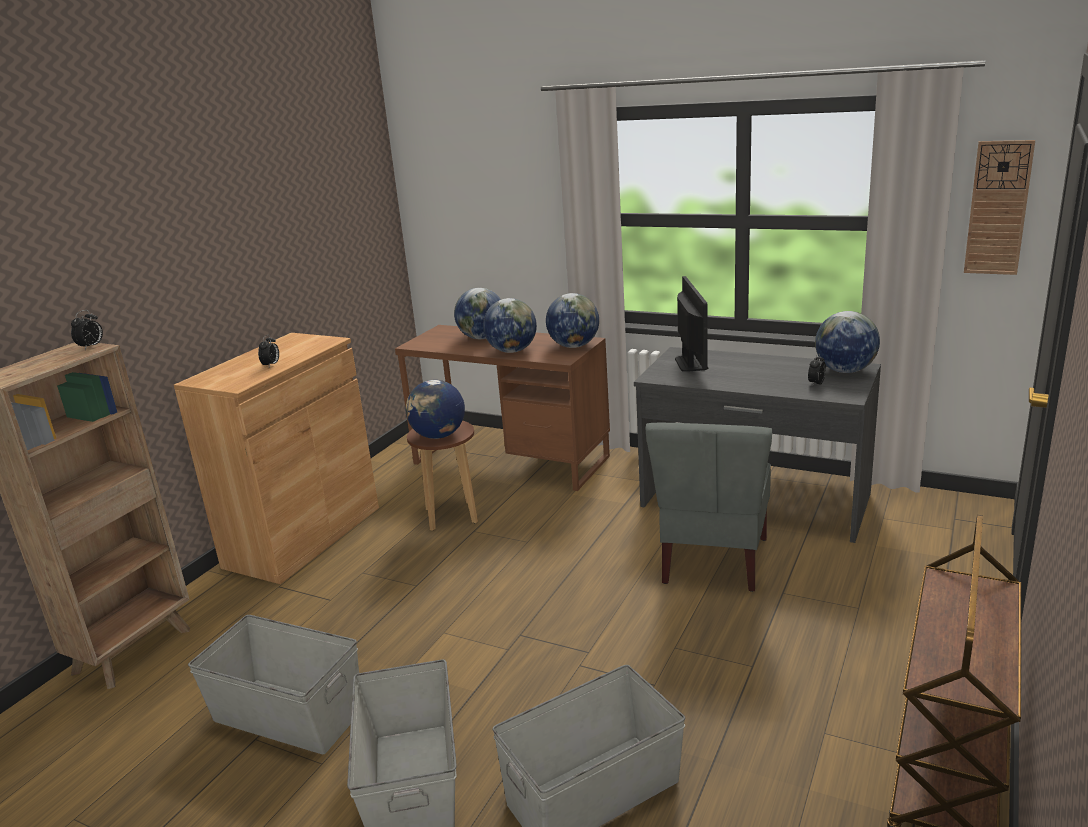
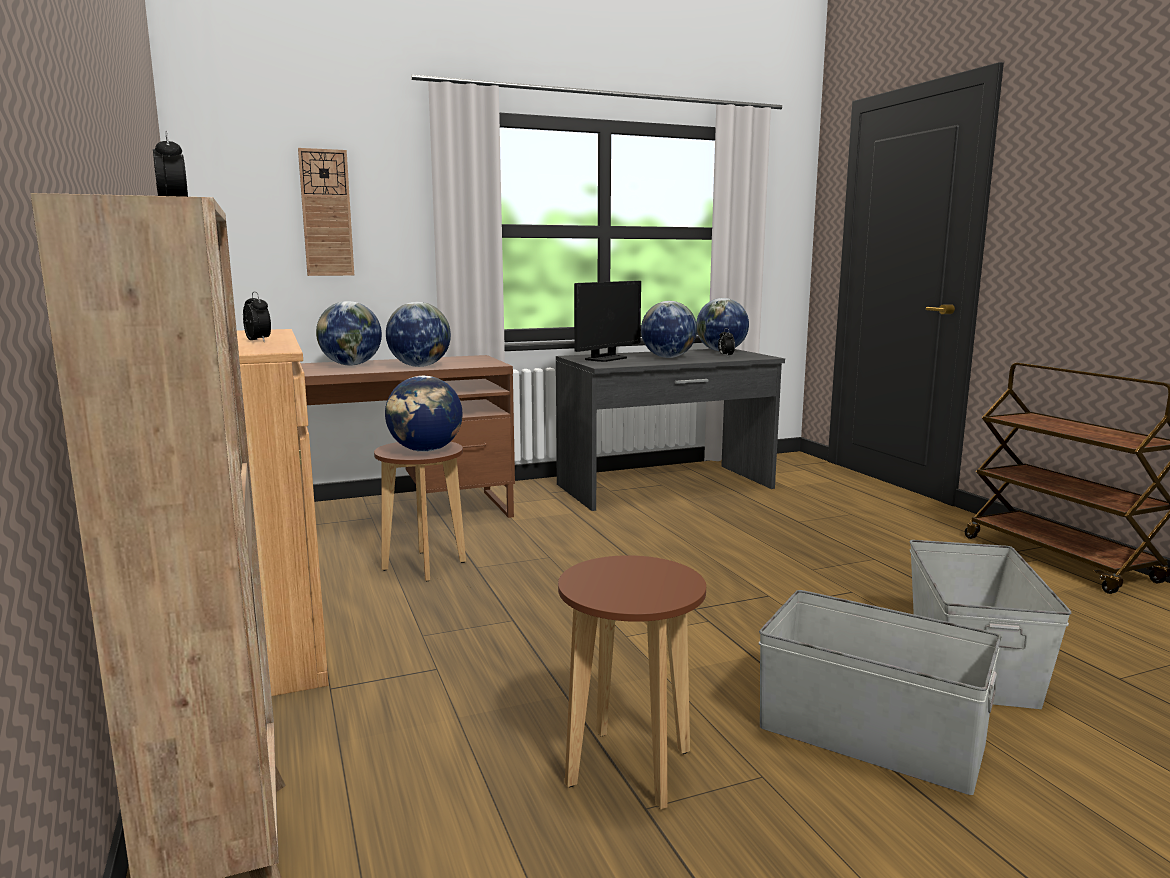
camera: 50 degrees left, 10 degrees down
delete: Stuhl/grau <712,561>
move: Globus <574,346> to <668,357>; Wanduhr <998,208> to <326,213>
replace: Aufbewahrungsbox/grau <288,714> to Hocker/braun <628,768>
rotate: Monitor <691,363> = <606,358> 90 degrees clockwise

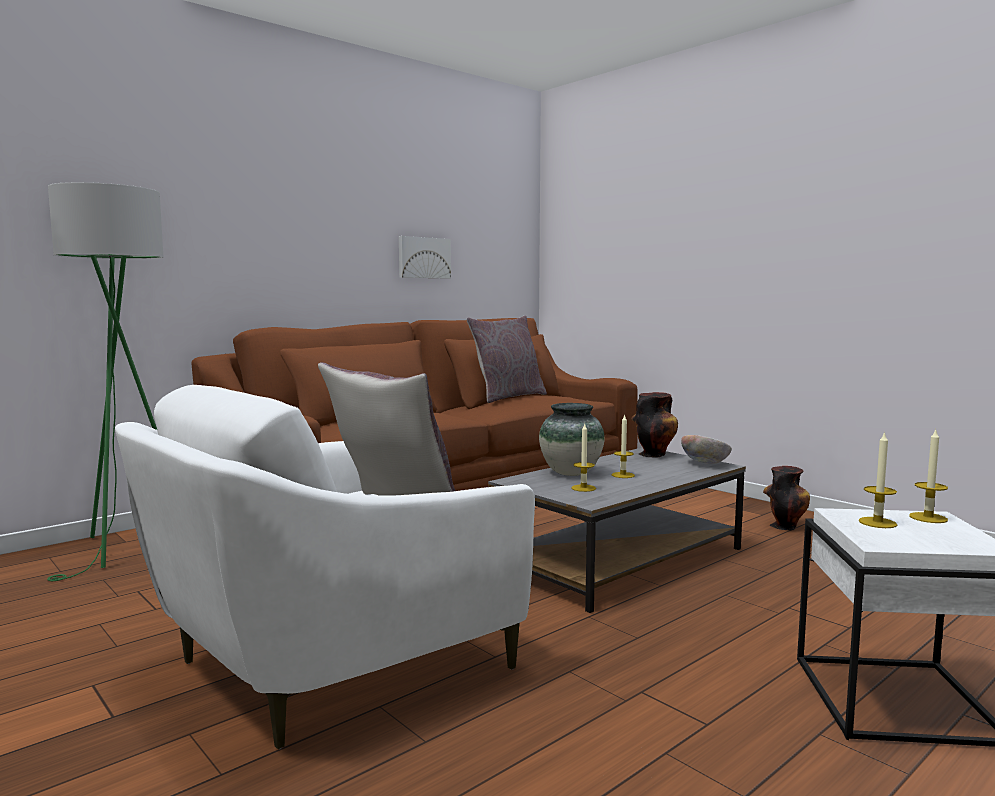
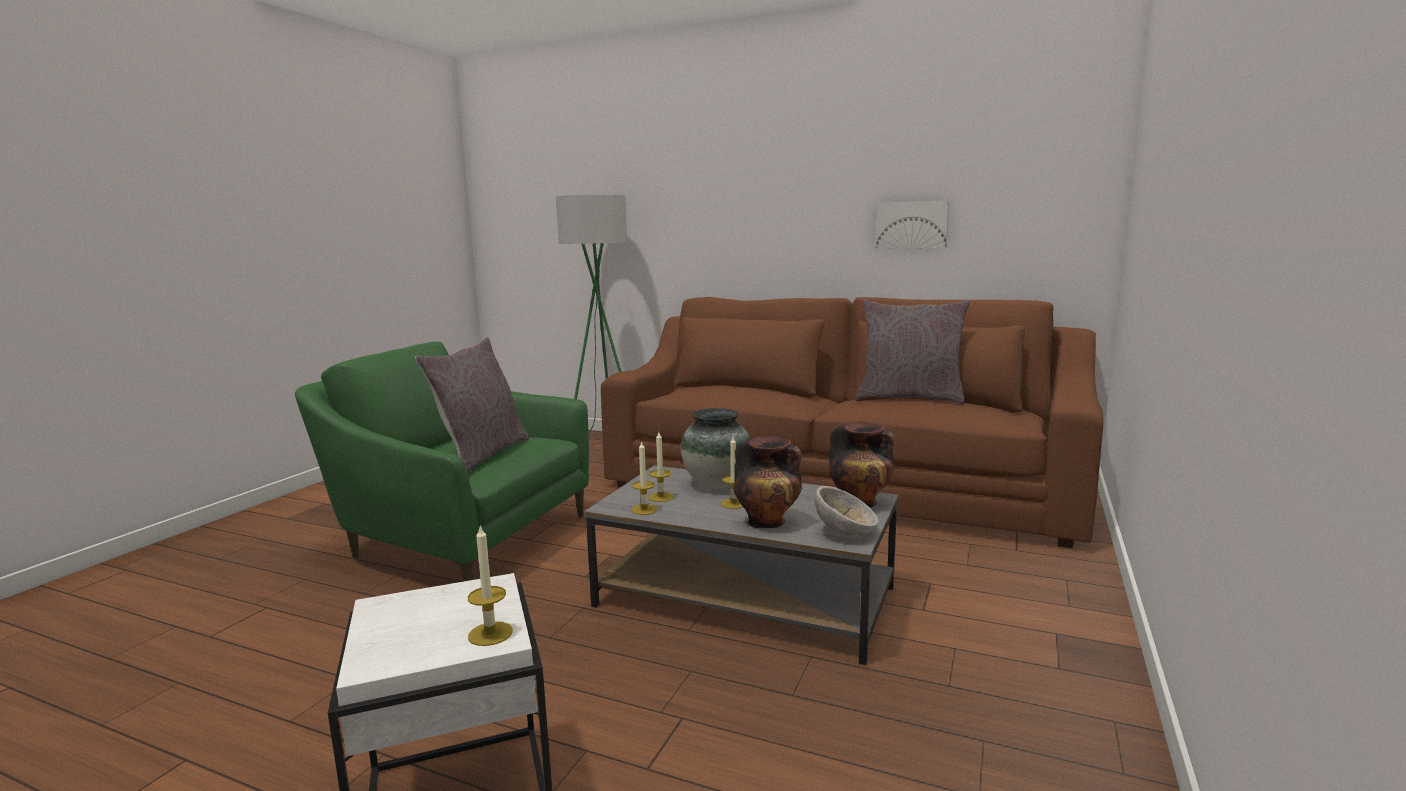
camera: 65 degrees right, 5 degrees up
move: Vase <784,526> to <768,522>; Kerze <877,522> to <644,509>
recolor: Sessel/weiß <327,663> to Sessel/grün <459,540>

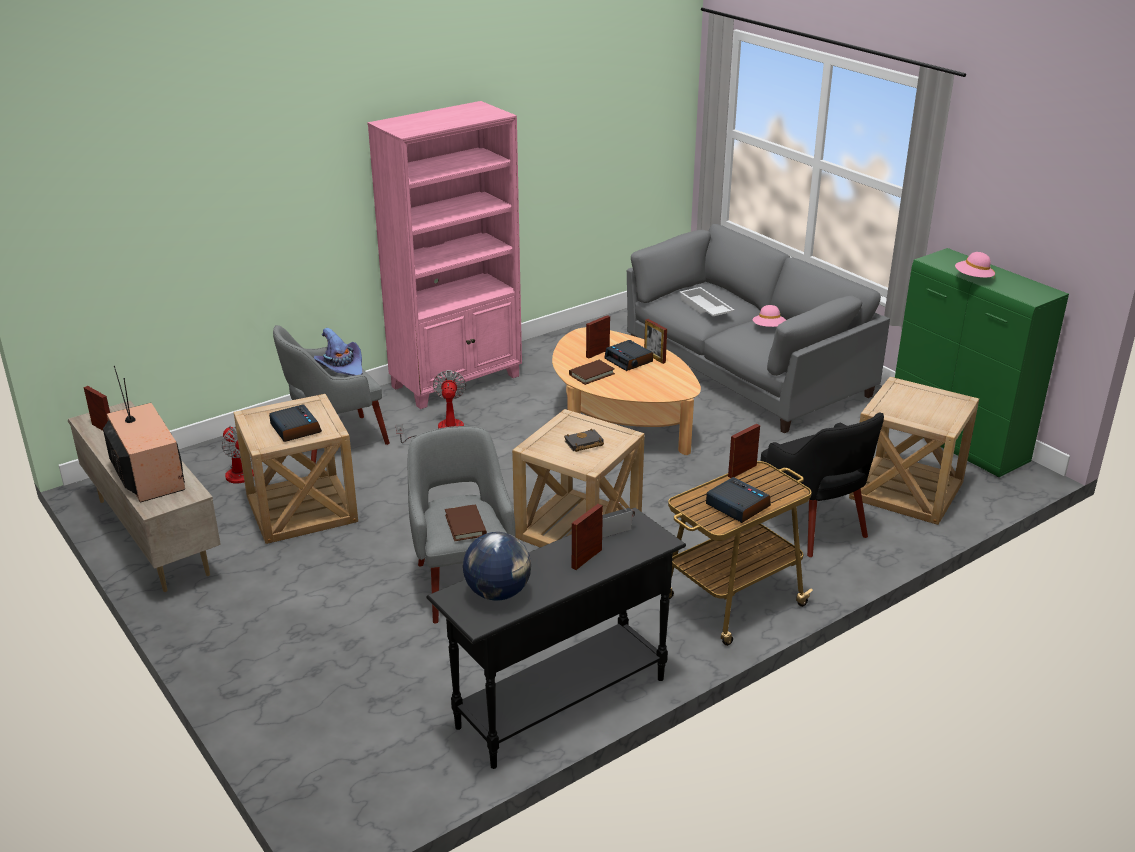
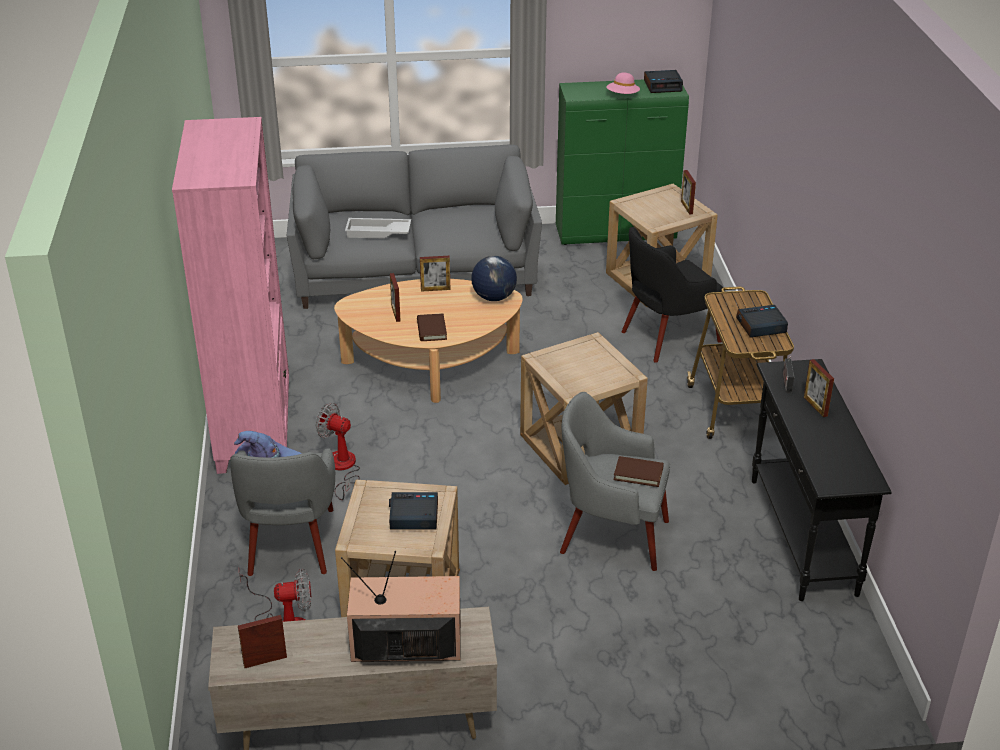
camera: 60 degrees left, 5 degrees up
delete: Buch/schwarz <583,444>; Hut/rosa <769,328>
move: Globus <498,593> to <493,297>; Wecker <629,360> to <663,86>; Bilderrahmen <742,471> to <686,207>
rotate: Sessel/schwarz <812,525> = <667,337> 150 degrees clockwise

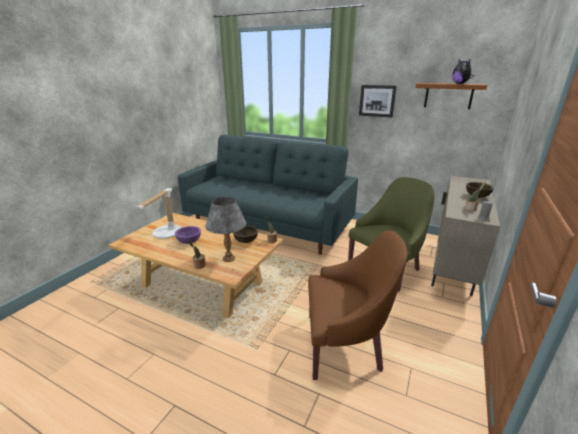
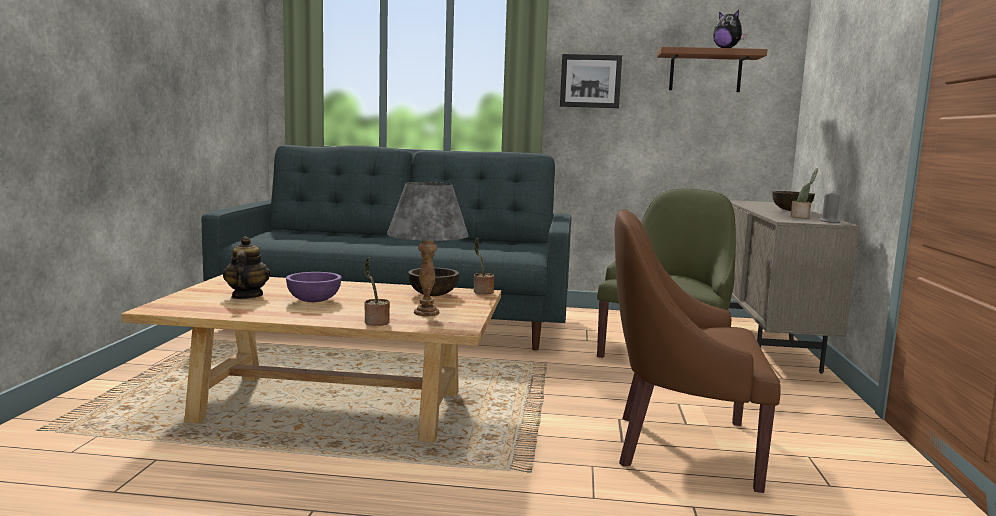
camera: 20 degrees left, 15 degrees down
replace: Tischlampe <165,234> to Teekanne <246,296>
rotate: Sessel/braun <344,344> = <682,446> 150 degrees counterclockwise

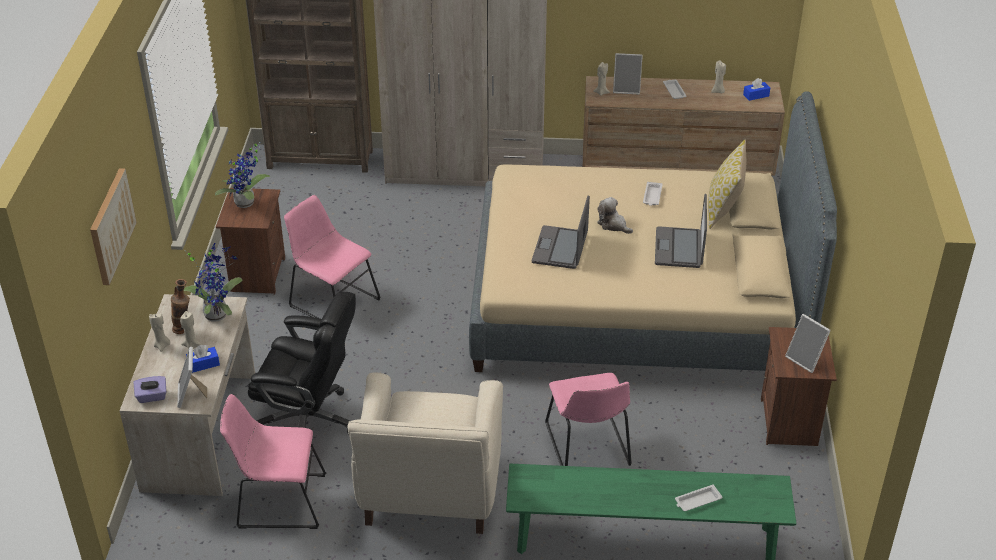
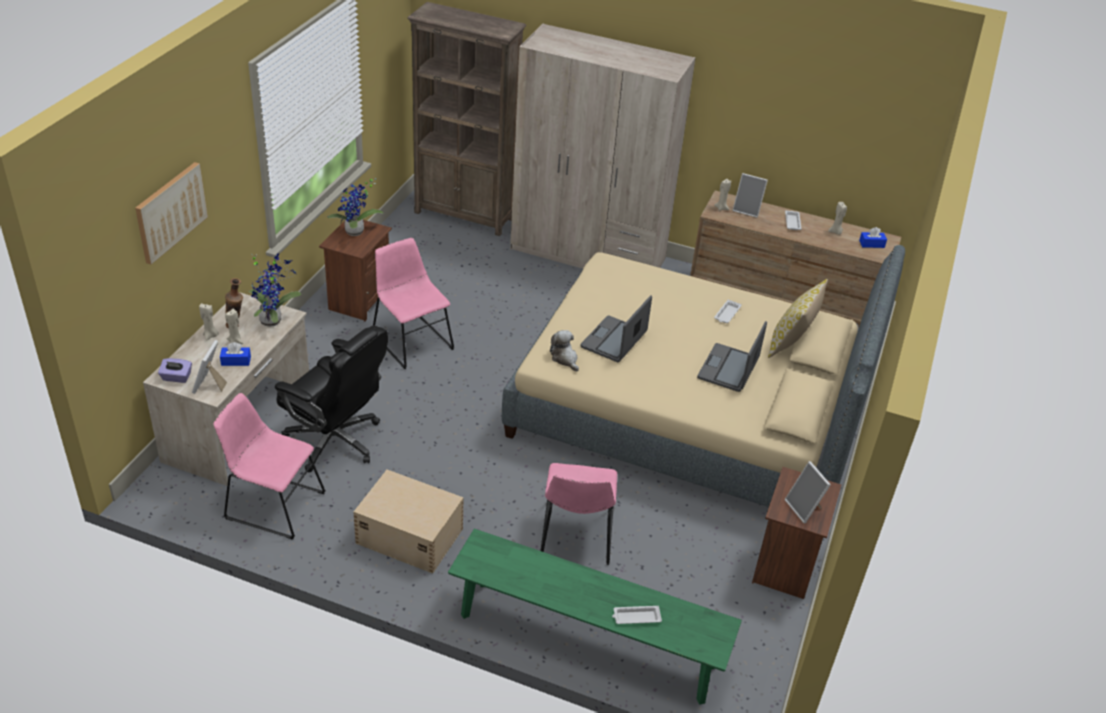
camera: 15 degrees right, 0 degrees up
move: Plüschtier <613,225> to <565,358>
replace: Sessel/beige <429,492> to Aufbewahrungsbox/beige <409,535>

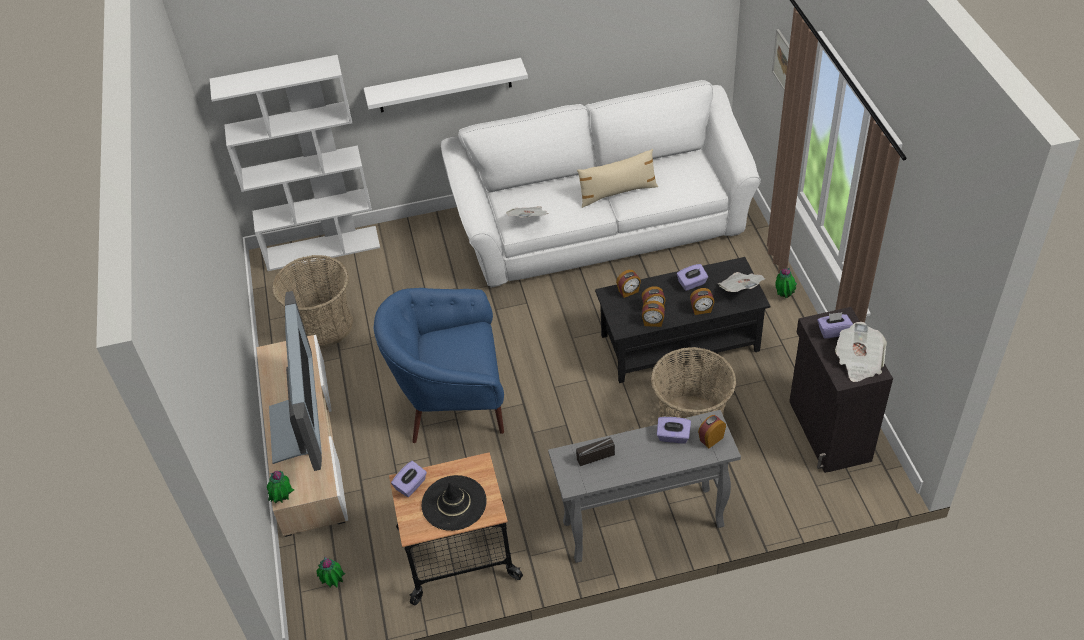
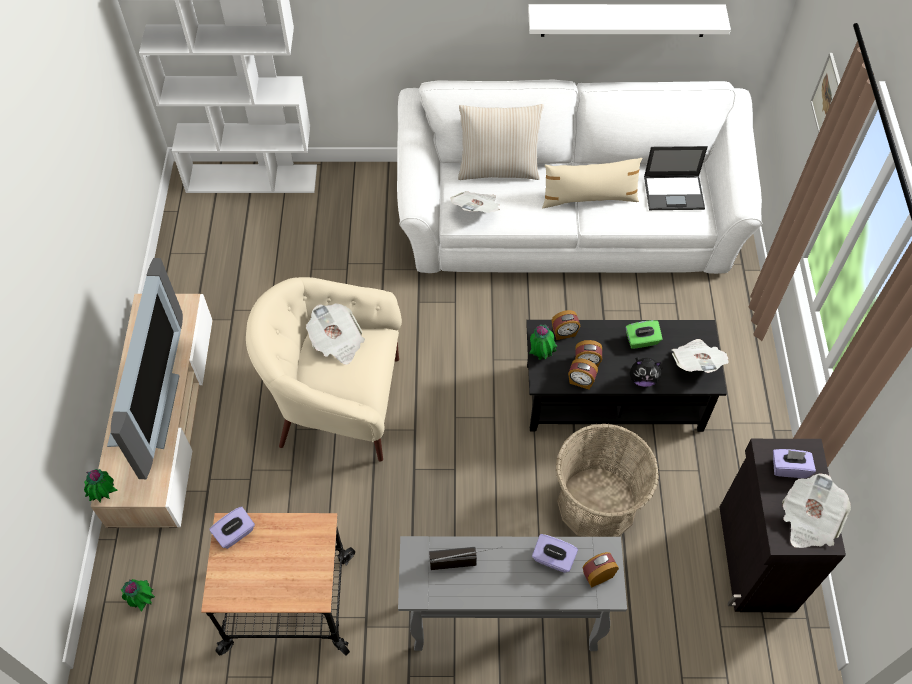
camera: 10 degrees right, 10 degrees up
delete: Korb <322,325>; Hut/schwarz <454,503>
insert: Zeitung <337,342>; Kissen/beige <498,169>; Laptop <674,192>
move: Wandregal/weiß <444,85> to <624,20>; Topfpflanze <783,296> to <541,354>
replace: Wecker <701,310> to Plüschtier <643,379>
recolor: Sessel/blau <453,399> to Sessel/beige <338,403>; Taschentuchbox/lila <692,283> to Taschentuchbox/grün <642,341>

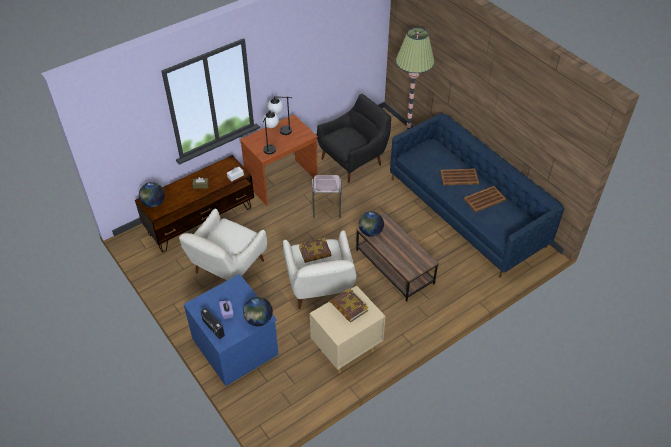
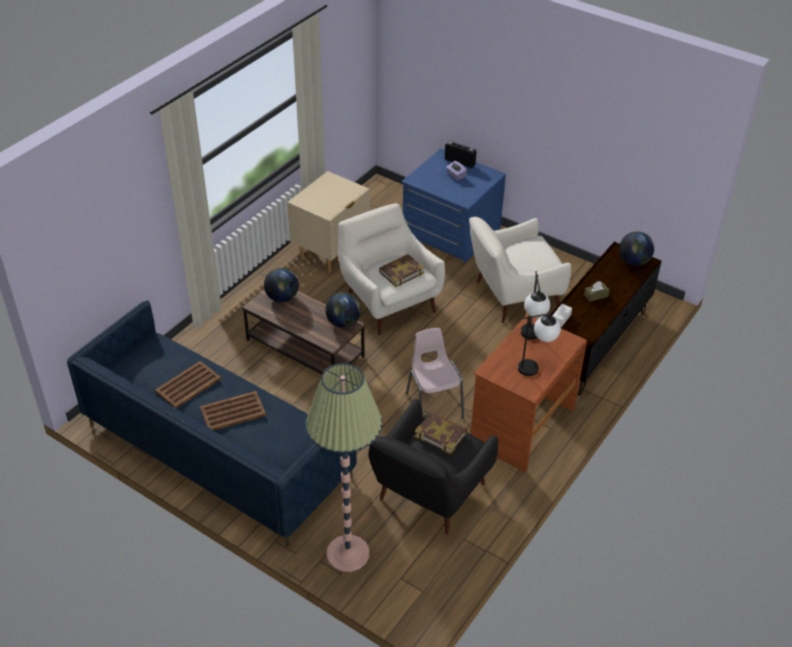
camera: 160 degrees right, 5 degrees down
move: Globus <258,320> to <282,297>; Buch <349,307> to <441,435>
rotate: Sessel/weiß <227,269> = <513,296> 120 degrees counterclockwise

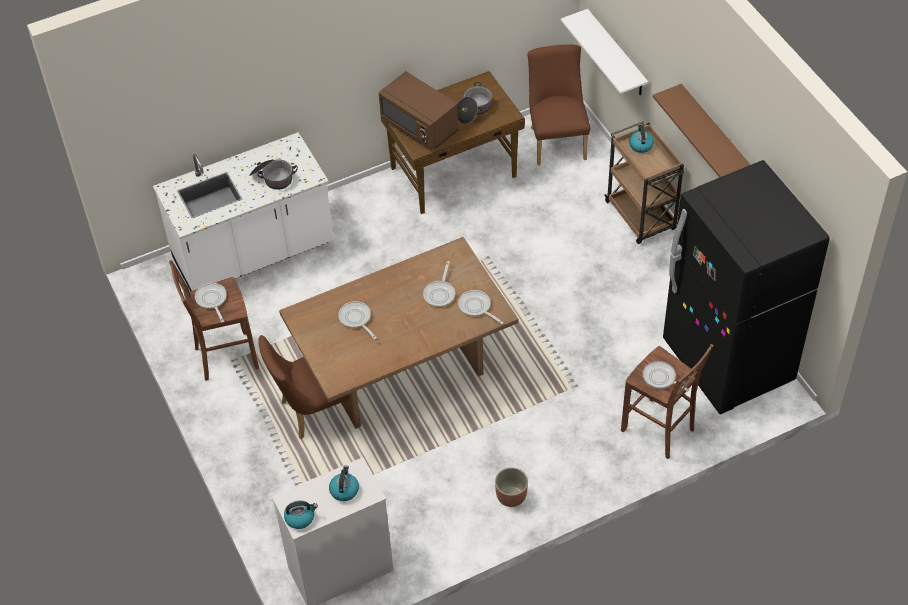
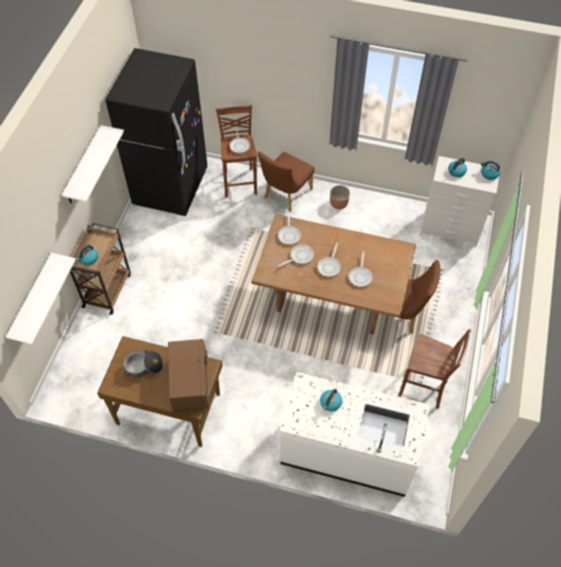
camera: 140 degrees left, 5 degrees up
move: Pfanne <212,300> to <329,266>; Stuhl/braun <556,140> to <285,196>
replace: Kochtopf <273,178> to Wasserkessel <330,403>
recolor: Wandregal/braun <714,134> to Wandregal/weiß <84,166>

